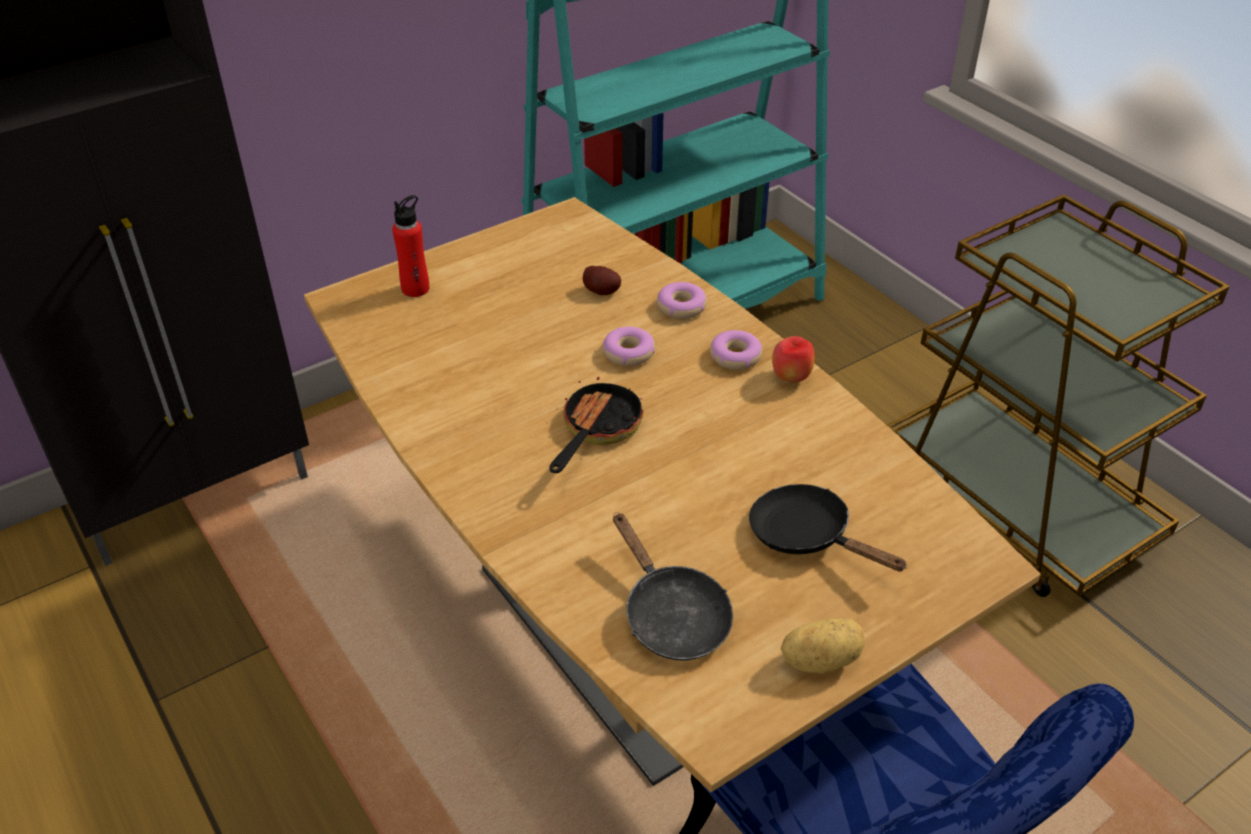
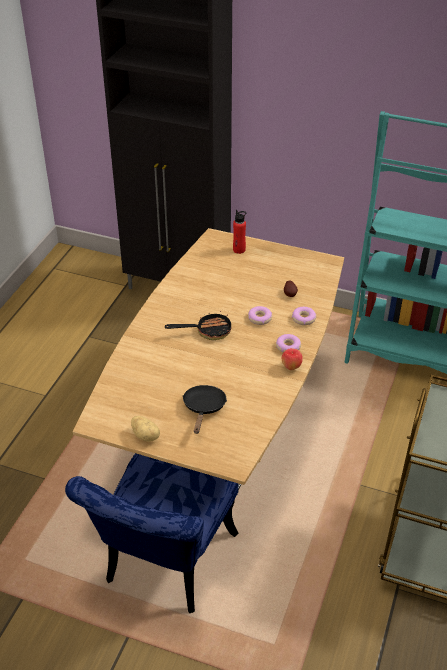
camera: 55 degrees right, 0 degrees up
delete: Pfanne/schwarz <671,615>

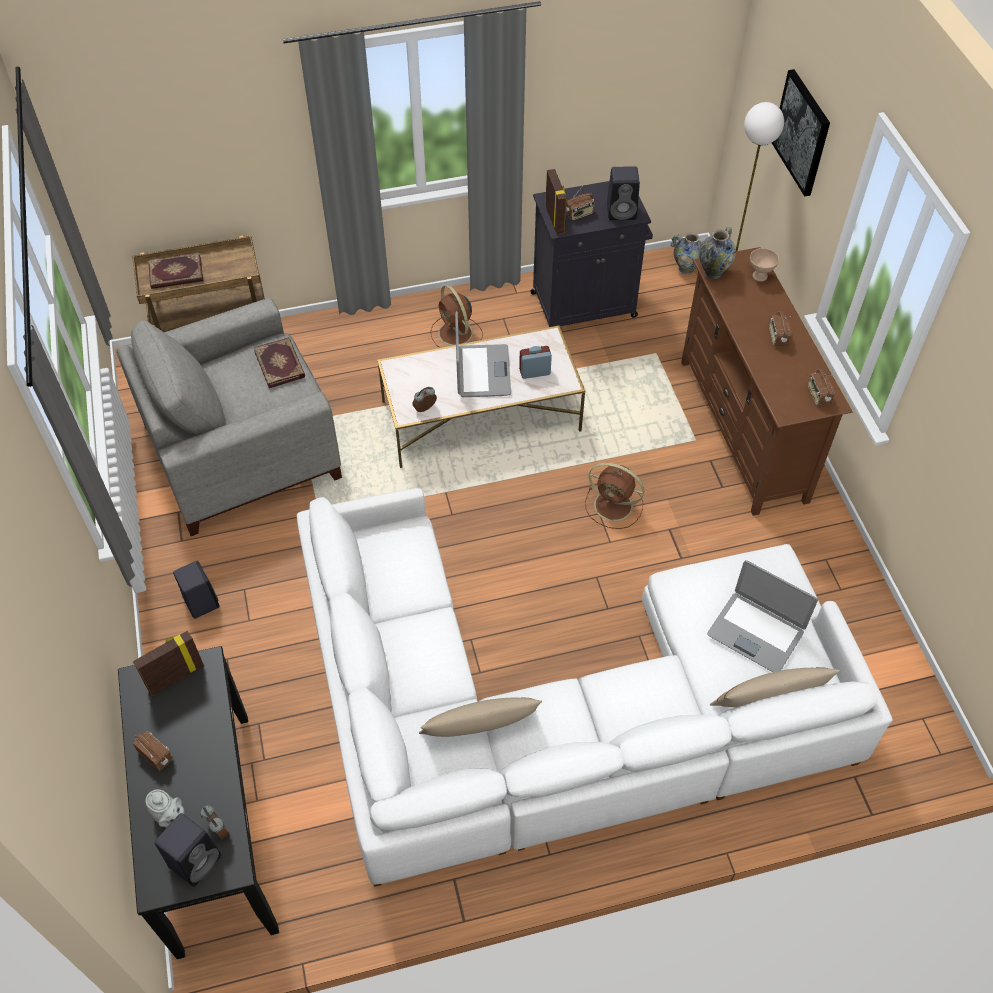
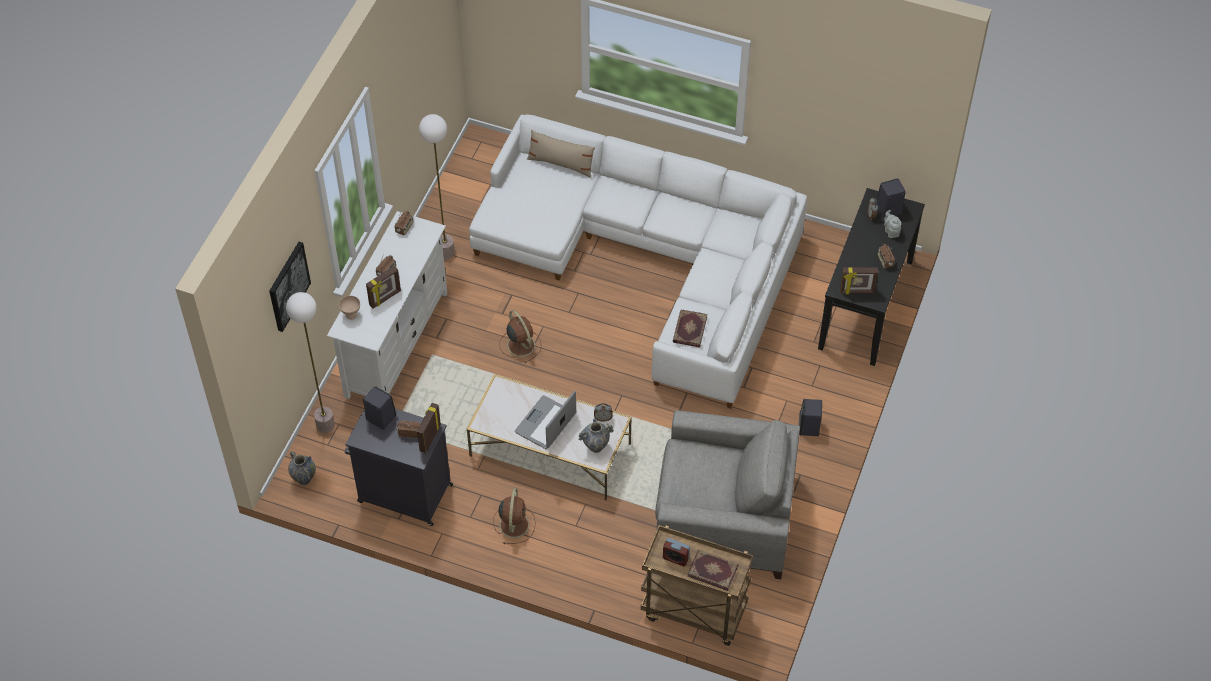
camera: 145 degrees left, 0 degrees up
delete: Kissen/beige <480,729>; Laptop <756,632>
insert: Bilderrahmen <385,298>; Stehlampe <446,252>
move: Buch <280,364> to <689,329>; Wecker <534,372> to <675,558>; Vase <713,272> to <596,447>
recolor: Fernsehschrank/braun <743,430> to Fernsehschrank/weiß <396,344>

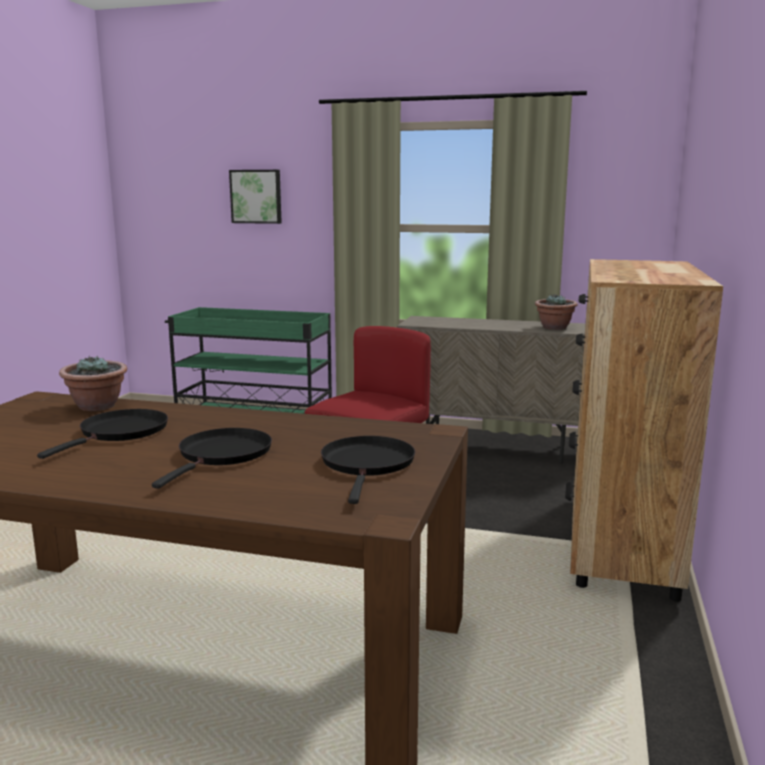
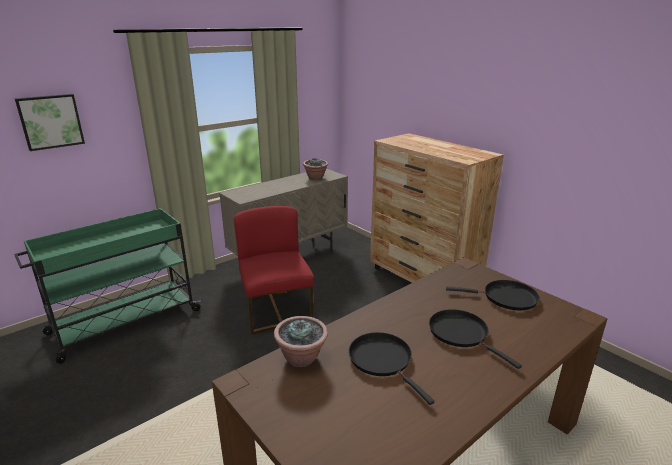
camera: 55 degrees left, 10 degrees up
rotate: Pfanne/schwarz <368,464> = <506,298> 150 degrees clockwise

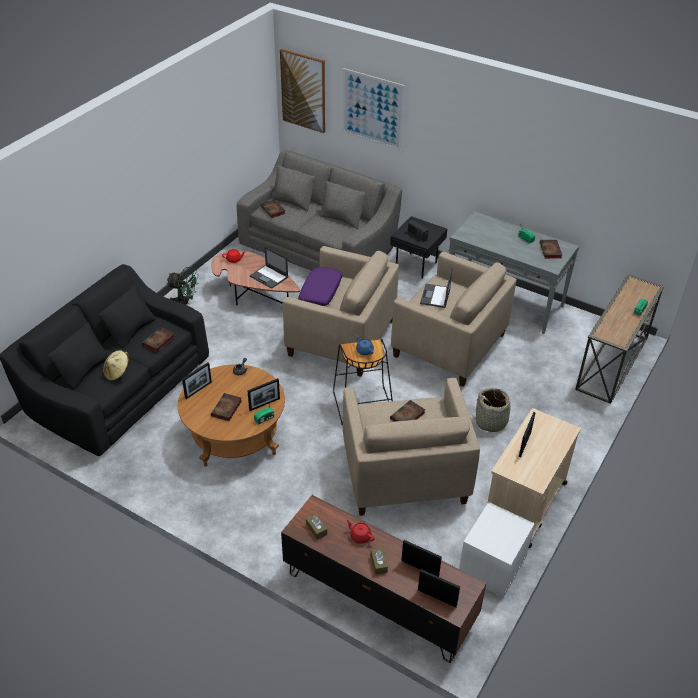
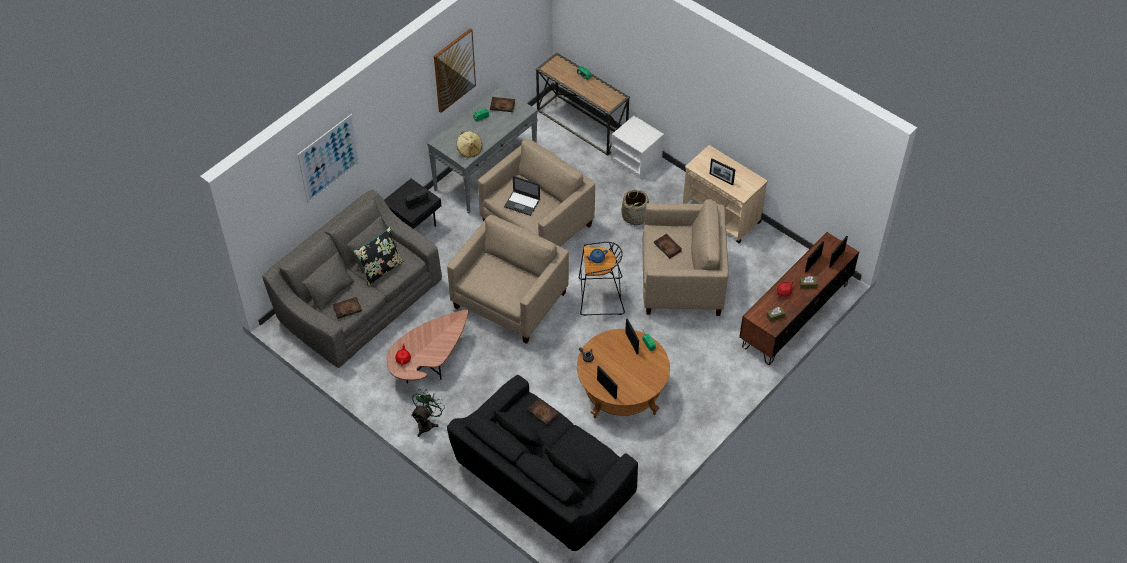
camera: 80 degrees left, 10 degrees up
delete: Buch <226,409>; Laptop <269,277>; Kissen/lila <321,292>
insert: Kissen/schwarz <381,269>
move: Hut/beige <117,373> to <469,150>; Bild <303,91> to <454,70>; Nachttisch/weiß <492,566> to <637,160>

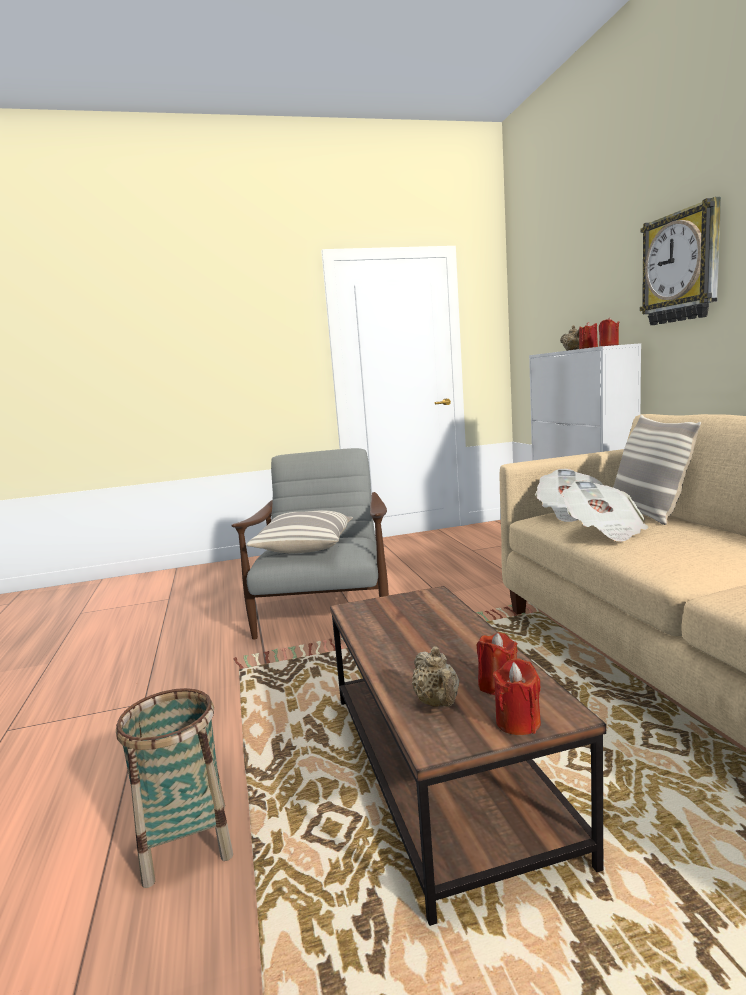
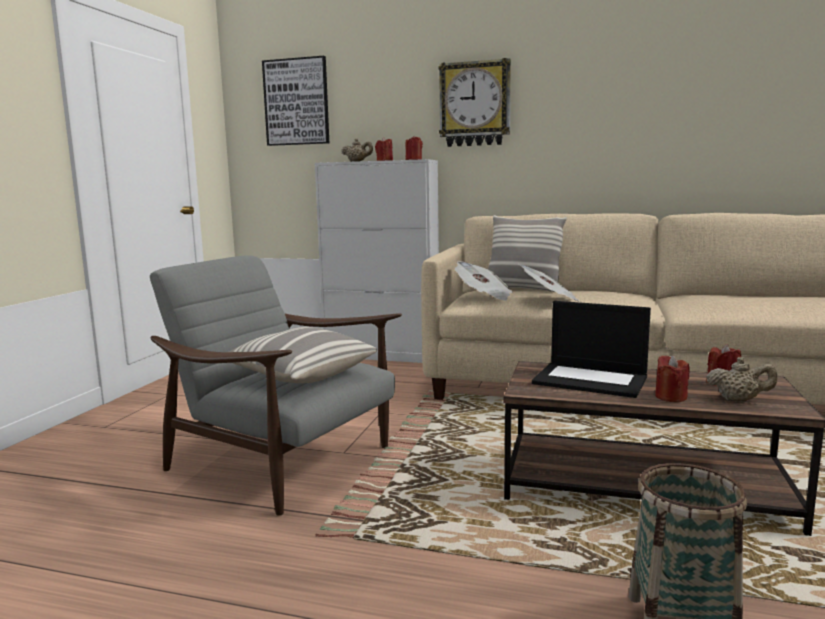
camera: 60 degrees left, 0 degrees up
insert: Bild <296,102>; Laptop <591,380>
move: Kerze/rot <518,722> to <670,397>

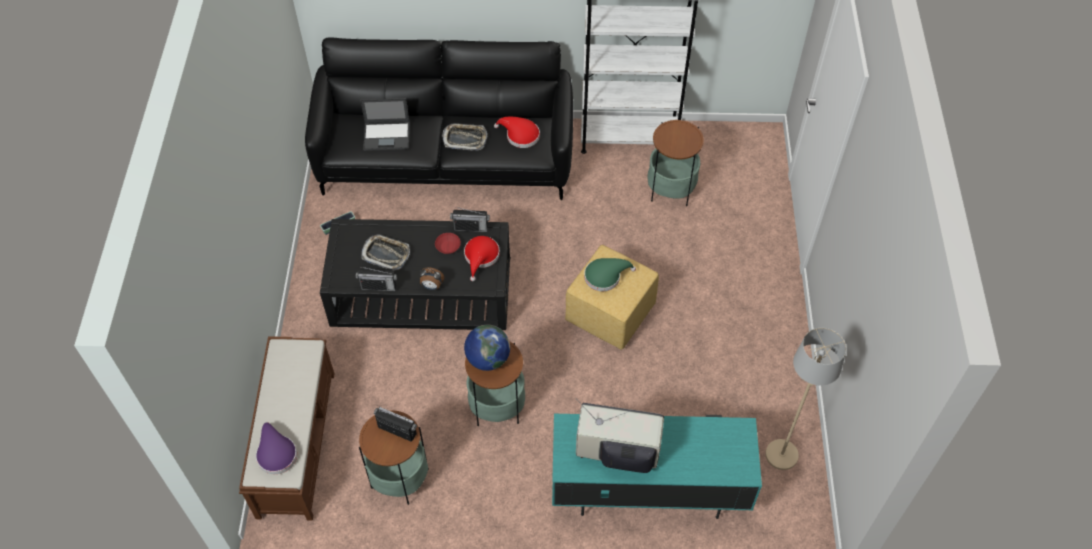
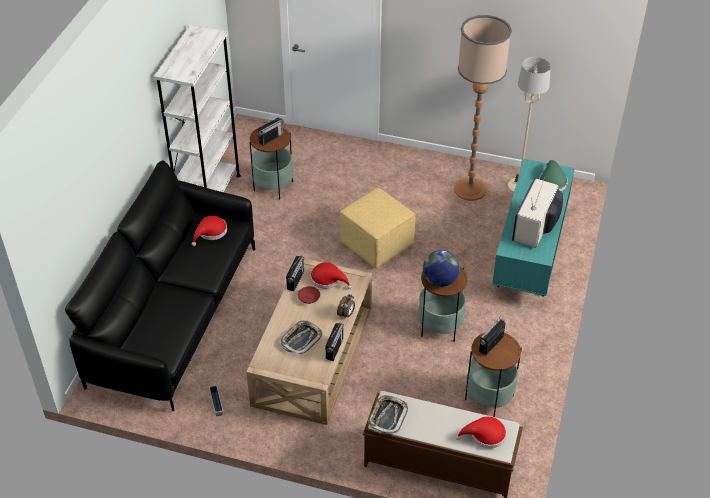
camera: 75 degrees left, 10 degrees down
delete: Laptop <387,136>
insert: Radio <271,138>; Stehlampe <470,189>
move: Tablett <465,139> to <387,416>; Hut/grün <605,276> to <552,181>
recolor: Hut/lila <276,453> to Hut/rot <485,435>; Couchtisch/schwarz <421,290> to Couchtisch/beige <312,355>

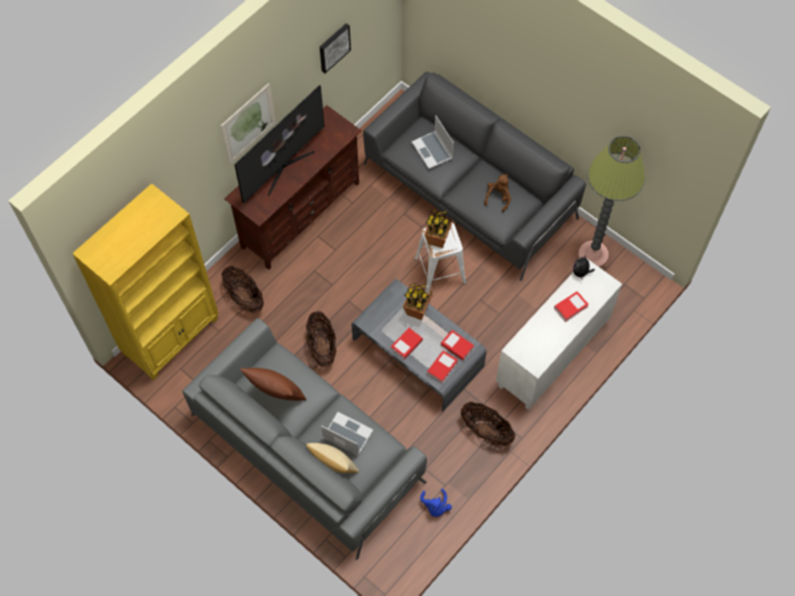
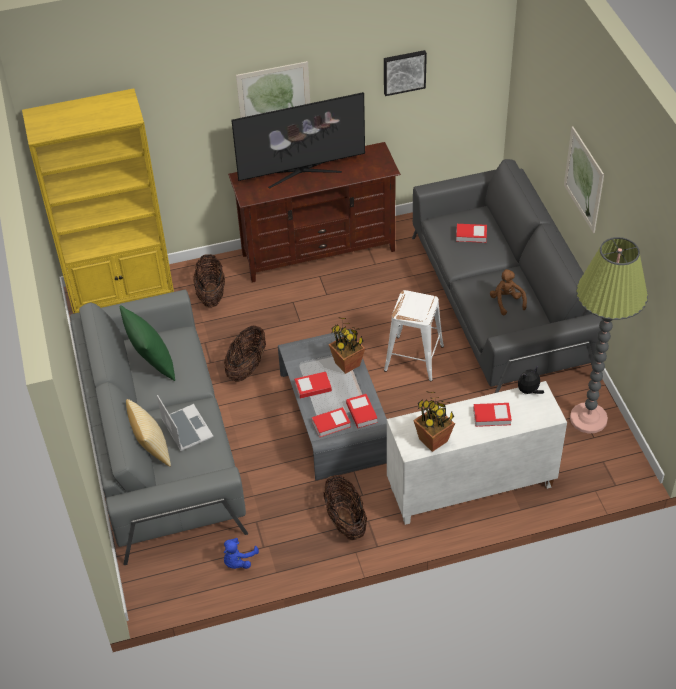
camera: 35 degrees right, 15 degrees down
insert: Bild <584,179>
move: Topfpflanze <437,239> to <433,440>
replace: Laptop <433,151> to Buch <471,235>
recolor: Kissen/braun <276,394> to Kissen/grün <152,363>
rotate: Plüschtier/braun <498,197> = <506,302> 75 degrees counterclockwise

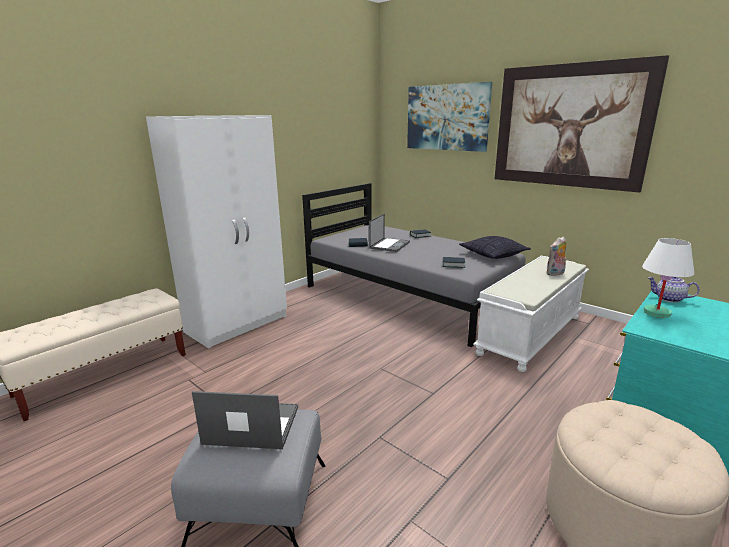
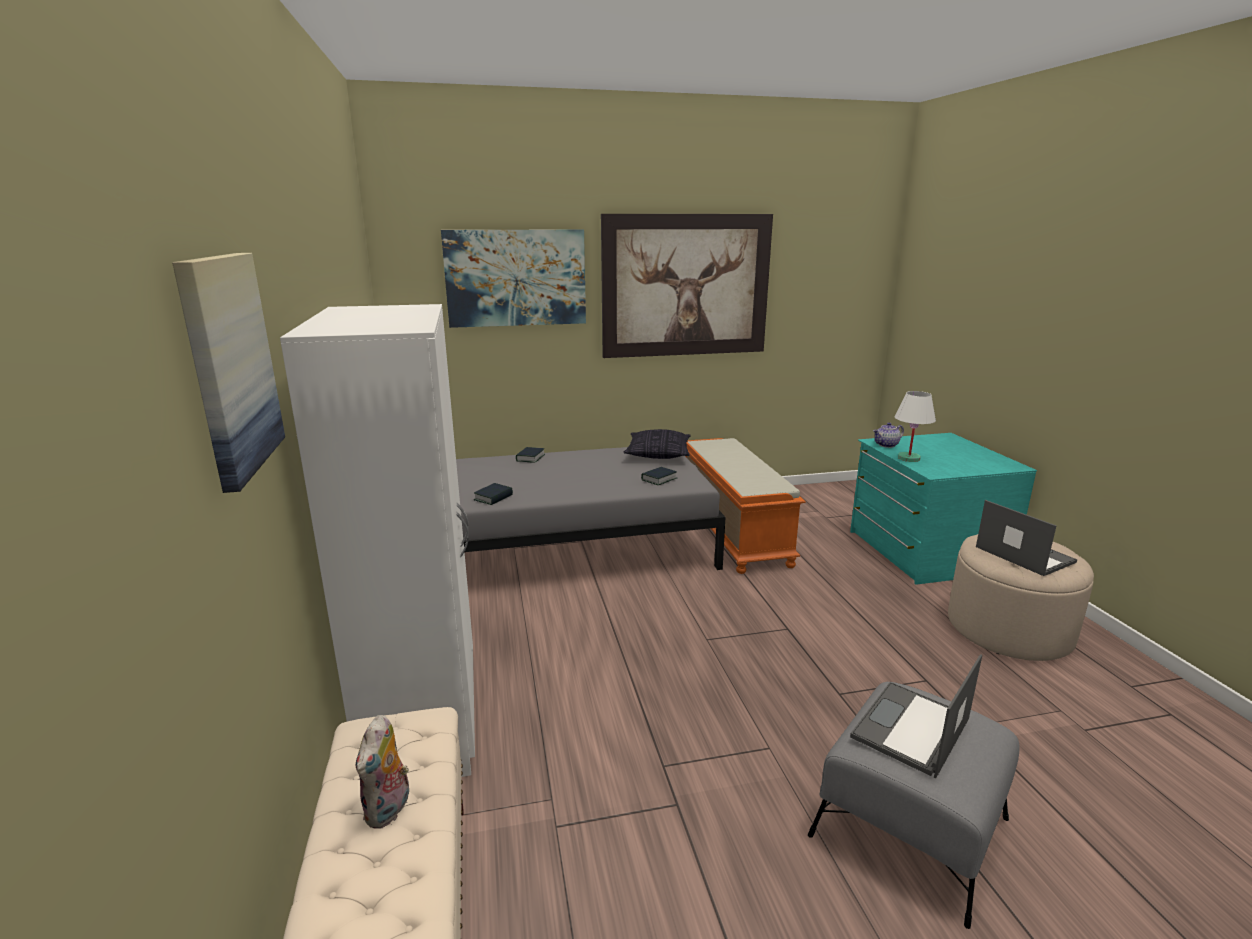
camera: 55 degrees left, 0 degrees up
insert: Bild <230,364>
move: Laptop <389,245> to <1023,554>; Plüschtier <555,274> to <389,810>
recolor: Bank/weiß <530,334> to Bank/orange <731,531>

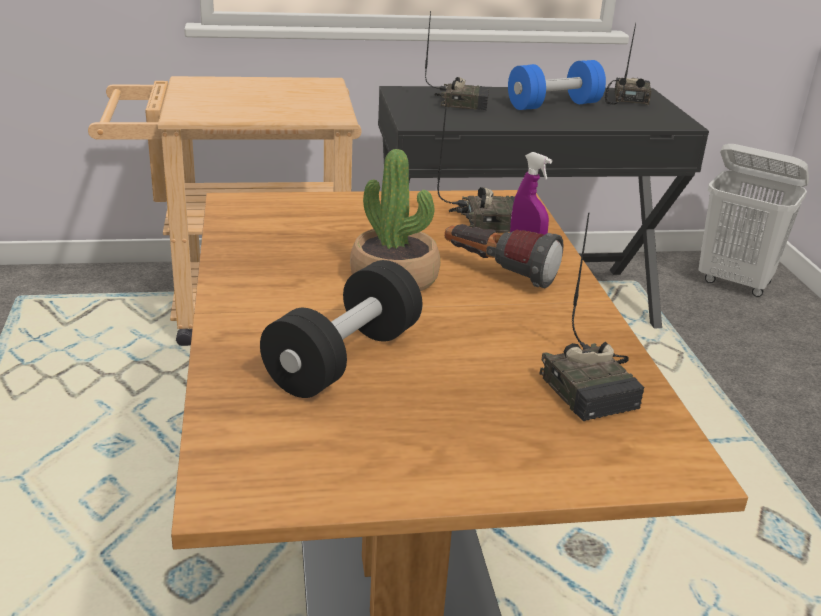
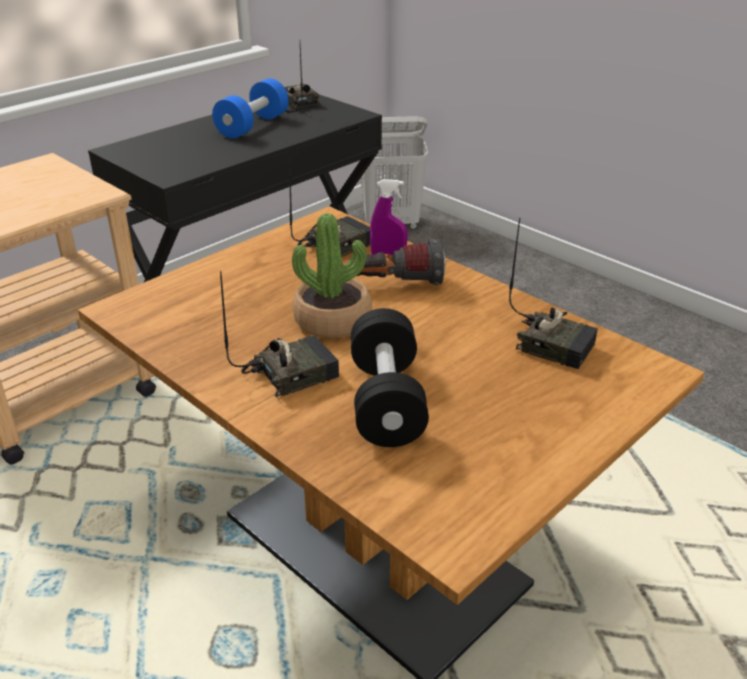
camera: 35 degrees left, 5 degrees up
move: Radio <462,103> to <291,373>

